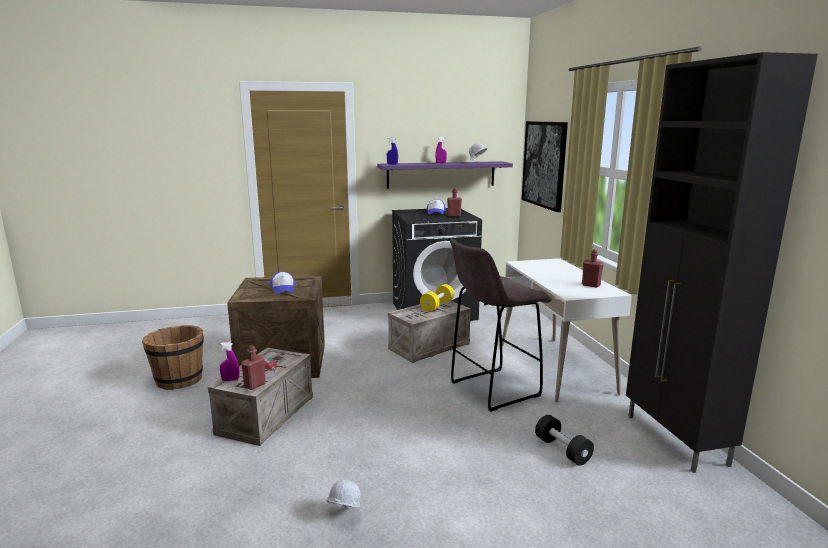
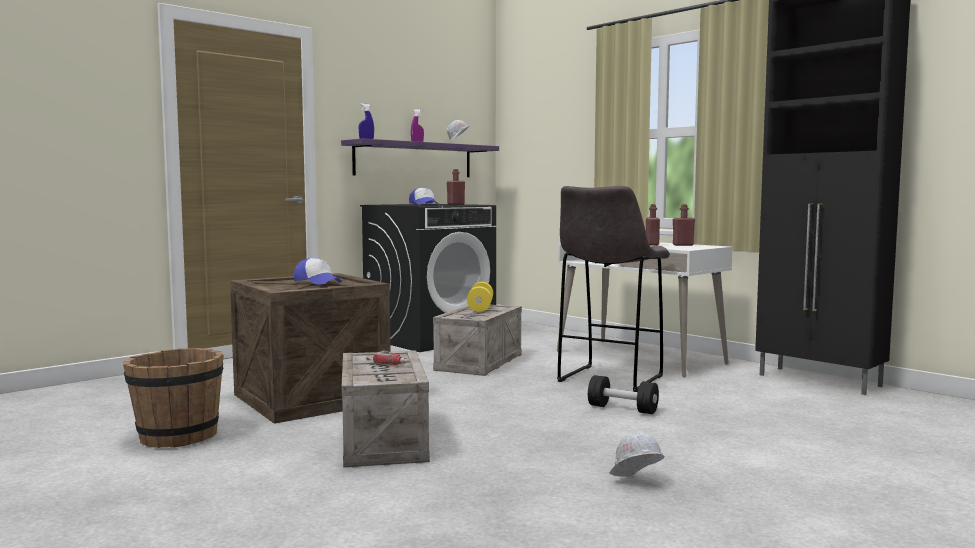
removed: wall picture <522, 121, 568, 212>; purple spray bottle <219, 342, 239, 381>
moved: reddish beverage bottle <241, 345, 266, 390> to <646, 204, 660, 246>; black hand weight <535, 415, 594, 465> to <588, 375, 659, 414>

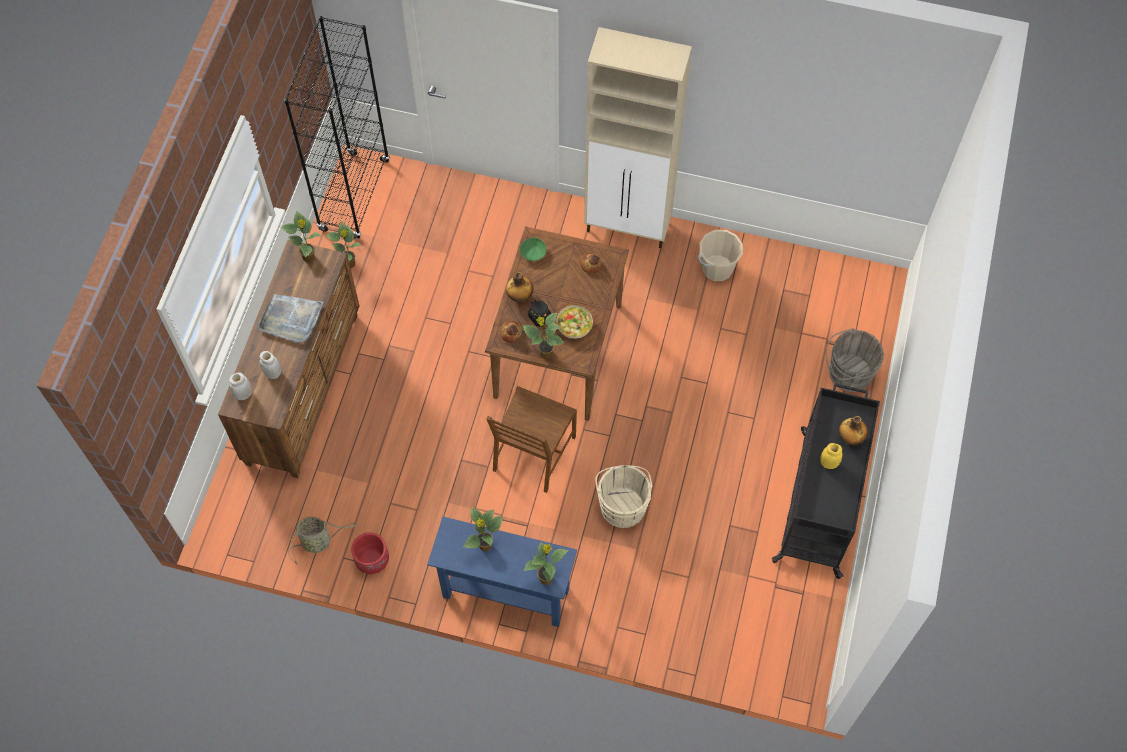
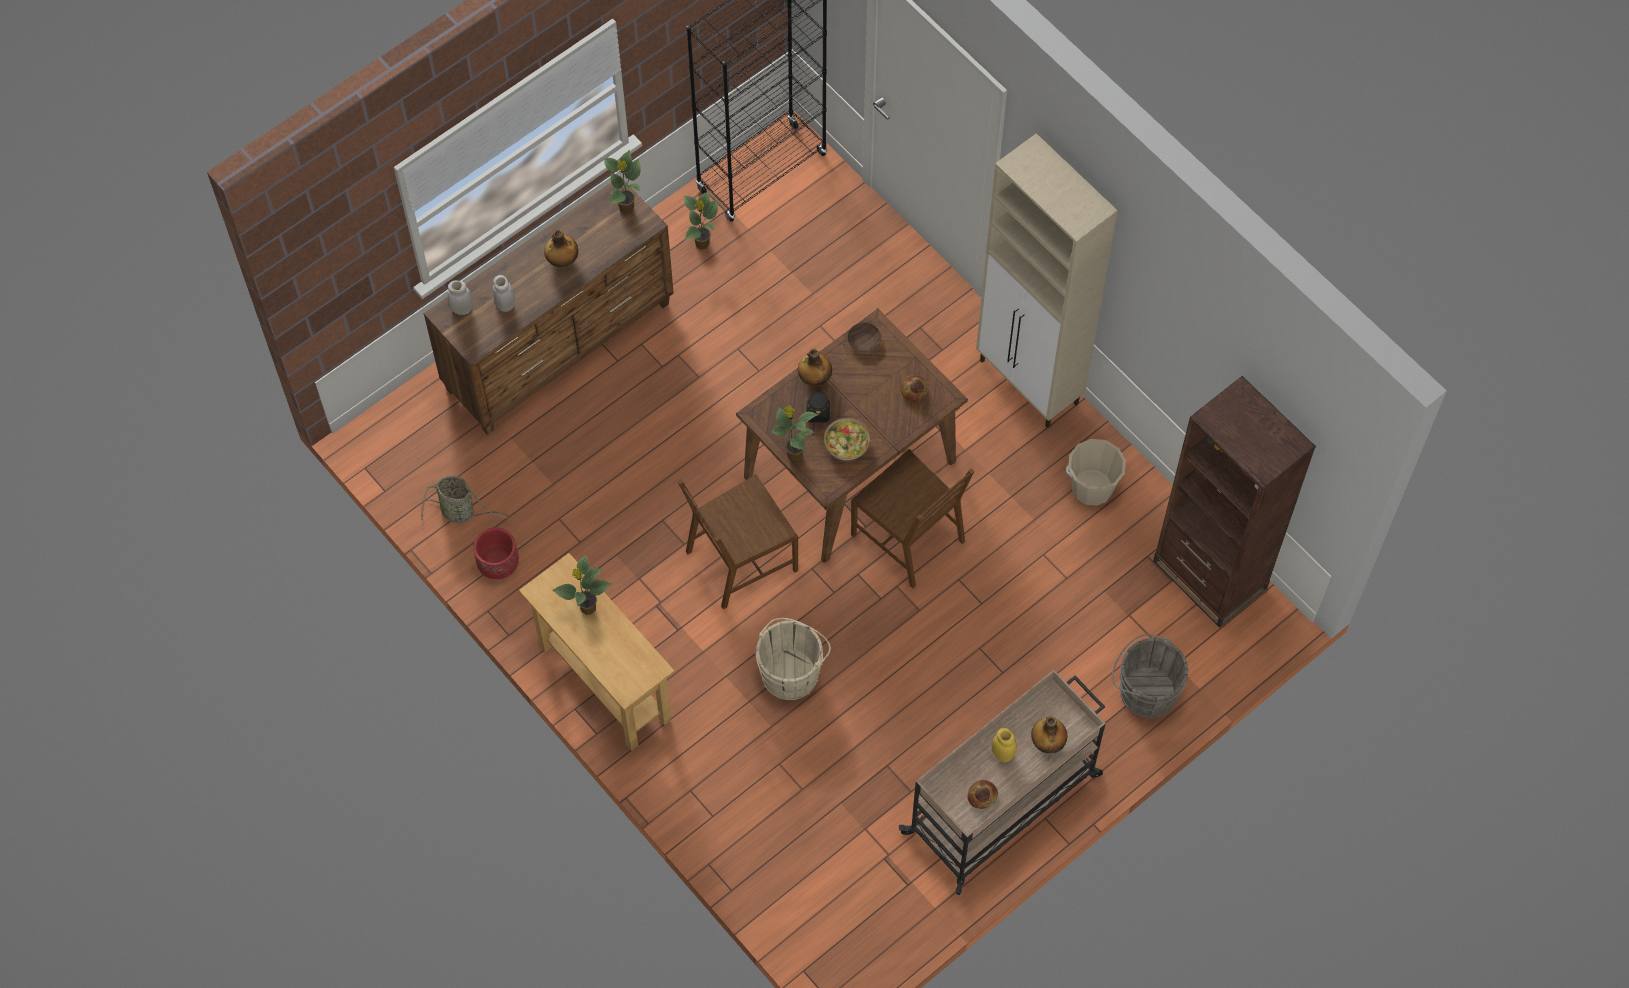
removed: plant in a pot <524, 542, 569, 585>
added: brown bookcase <1153, 376, 1316, 628>; brown chair <851, 449, 975, 588>
moved: bakery bread <500, 321, 522, 343> to <968, 780, 998, 809>
replaced: greyish serving tray <257, 294, 324, 343> to beverage bottle <544, 230, 578, 267>
recoloured: green-coloured bowl <520, 238, 547, 261> to brown bowl <847, 323, 881, 352>; black trolley <772, 383, 880, 579> to beige trolley <899, 670, 1106, 895>; blue hall table <427, 516, 577, 627> to beige hall table <519, 553, 675, 751>

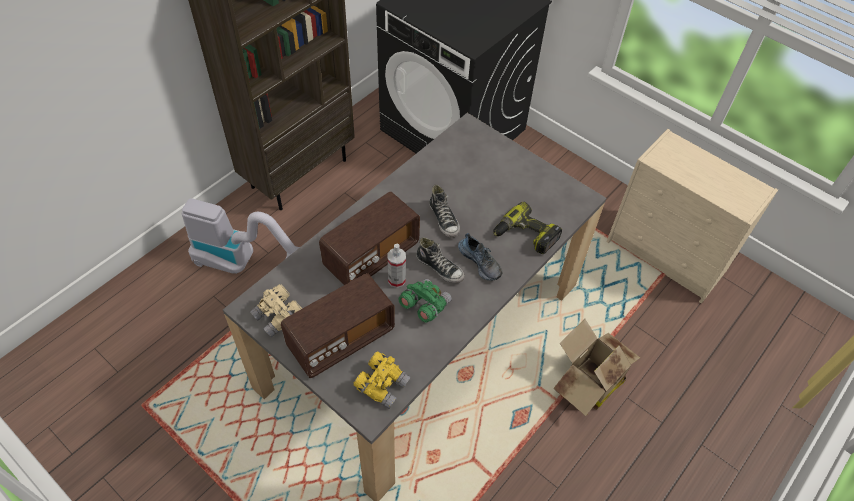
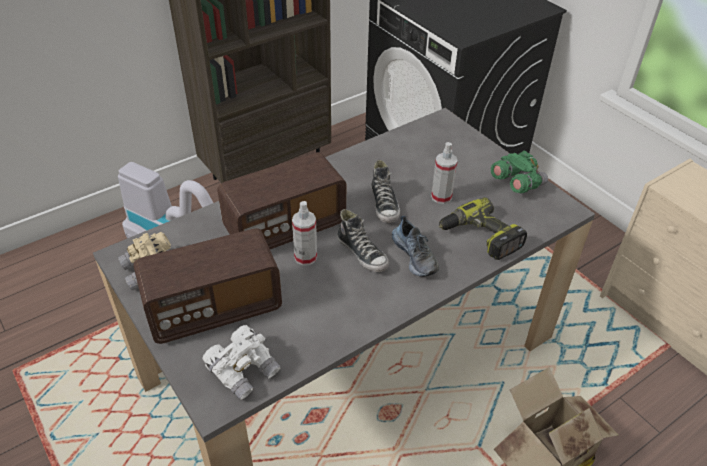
added: spray bottle <431, 142, 458, 204>
moved: green-coloured binoculars <399, 279, 452, 322> to <491, 150, 548, 193>
recoloured: yellowish binoculars <354, 352, 411, 409> to whitish binoculars <202, 325, 281, 400>

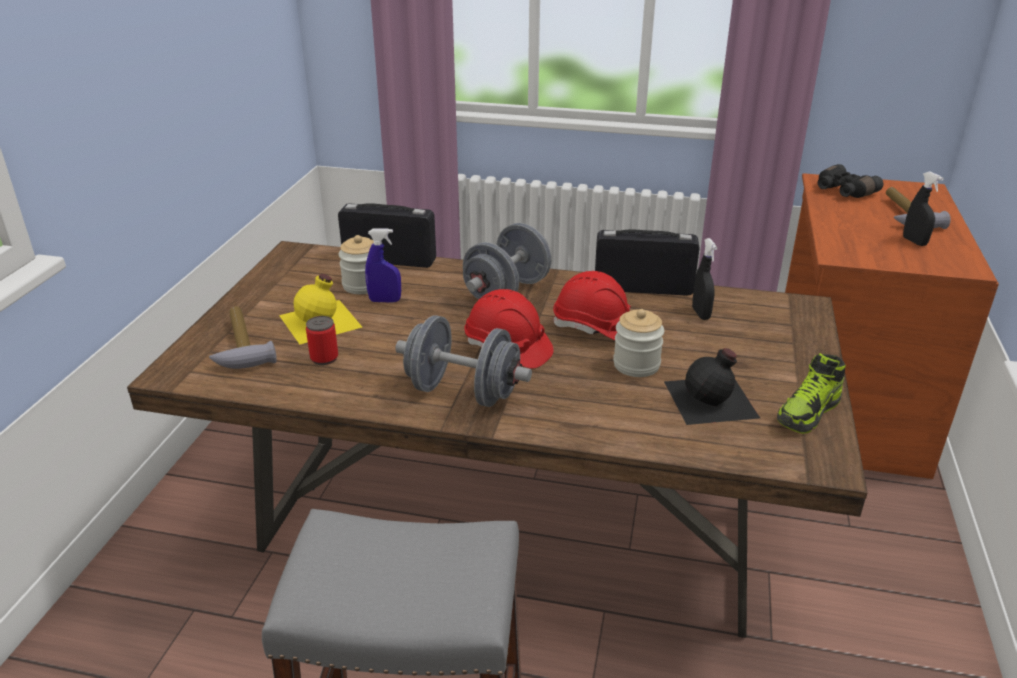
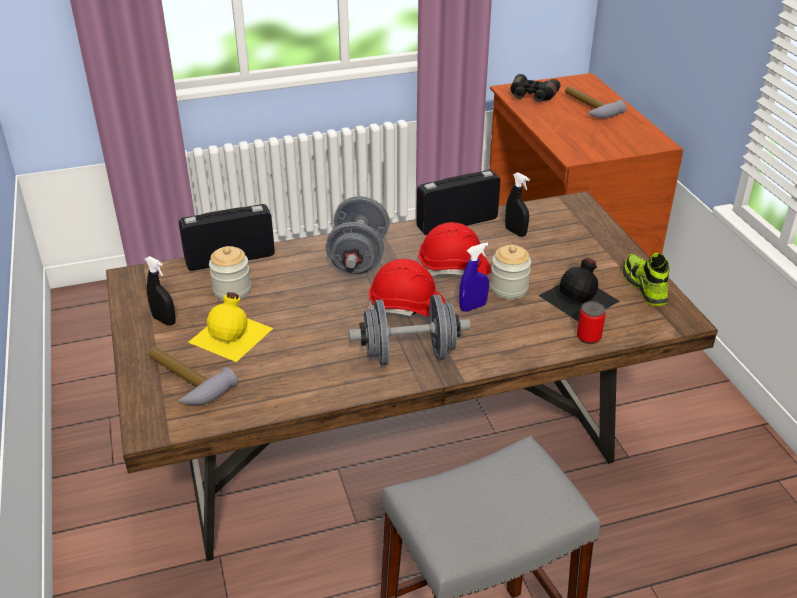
moved: black spray bottle <903, 171, 944, 246> to <145, 256, 176, 326>; blue spray bottle <365, 228, 401, 303> to <459, 243, 489, 312>; metal can <306, 316, 338, 365> to <577, 301, 606, 344>
turned: low shoe <777, 353, 846, 434> = <623, 253, 670, 306> 150 degrees clockwise

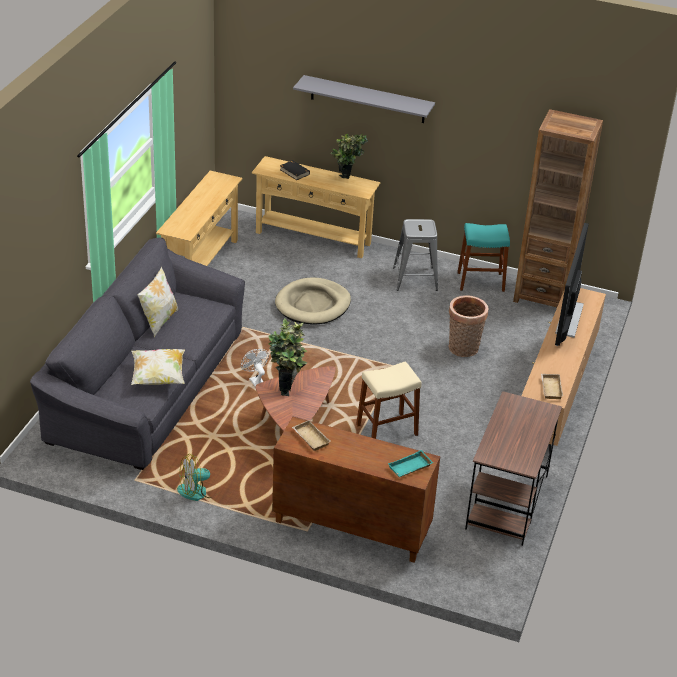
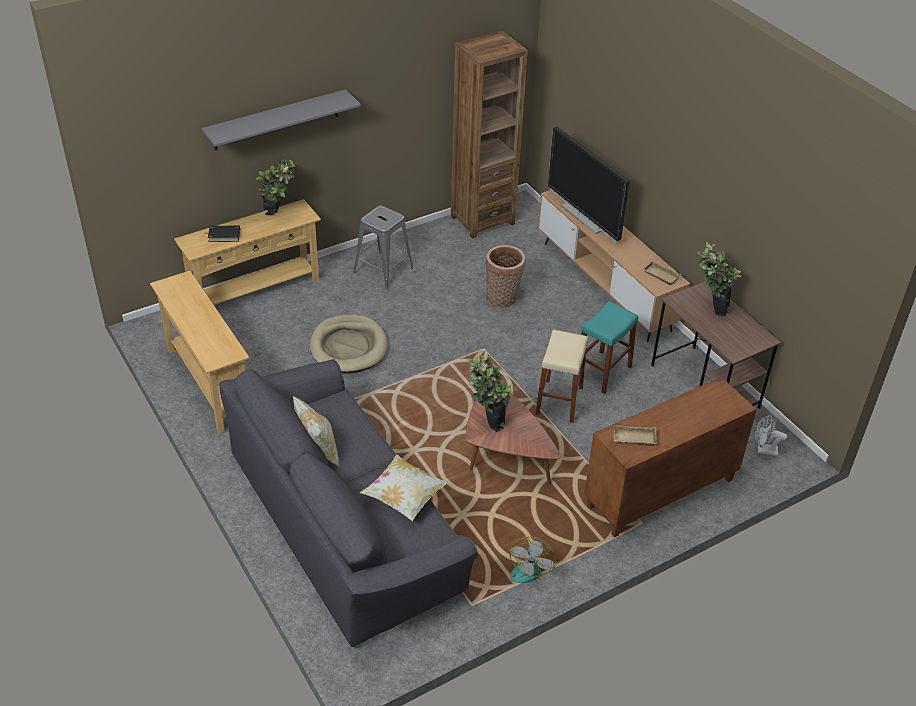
removed: turquoise serving tray <388, 450, 433, 477>
added: plant in a pot <697, 242, 741, 317>
moved: turquoise sitting stool <457, 223, 510, 292> to <581, 301, 638, 394>; whitish electric fan <241, 349, 269, 388> to <755, 415, 787, 456>

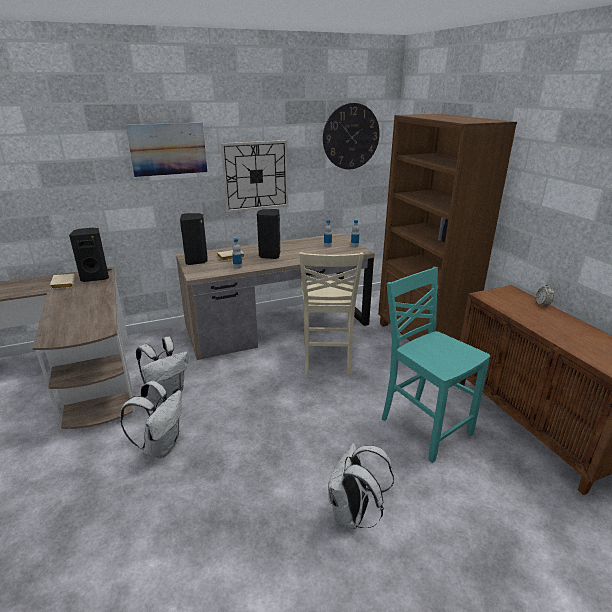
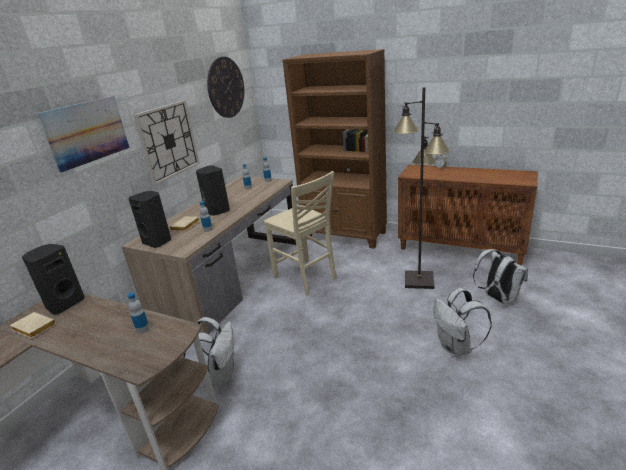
added: beverage bottle <127, 292, 150, 334>
moved: whitish backpack <120, 381, 182, 459> to <473, 249, 528, 304>
replaced: turquoise chair <382, 267, 490, 463> to black floor lamp <393, 87, 450, 289>

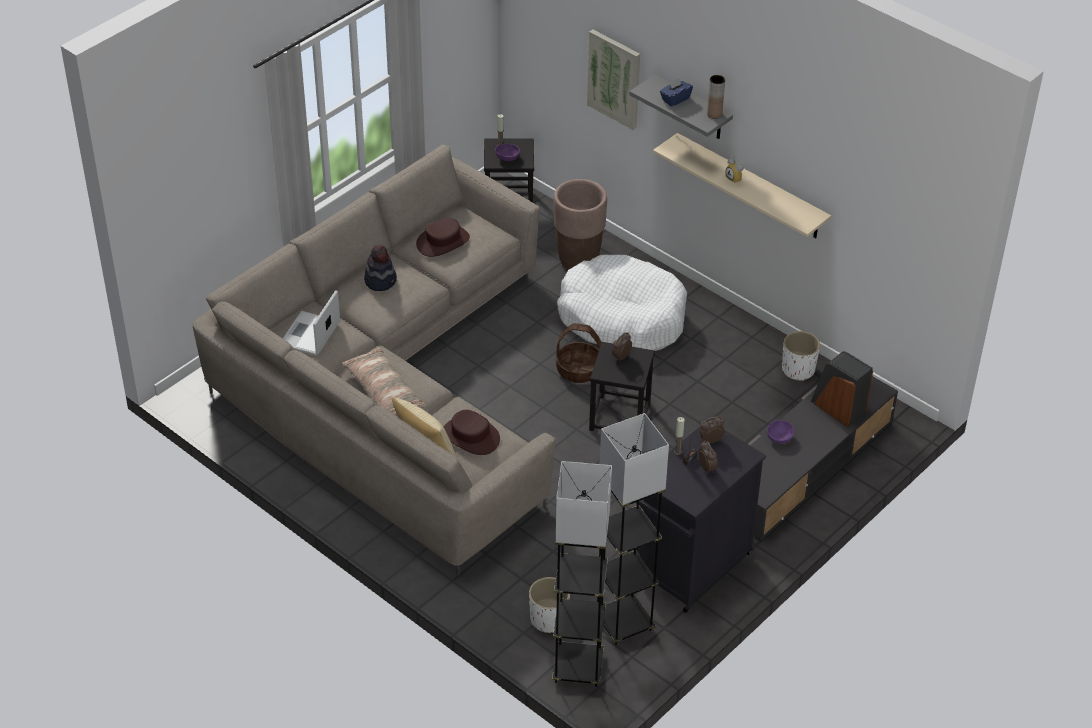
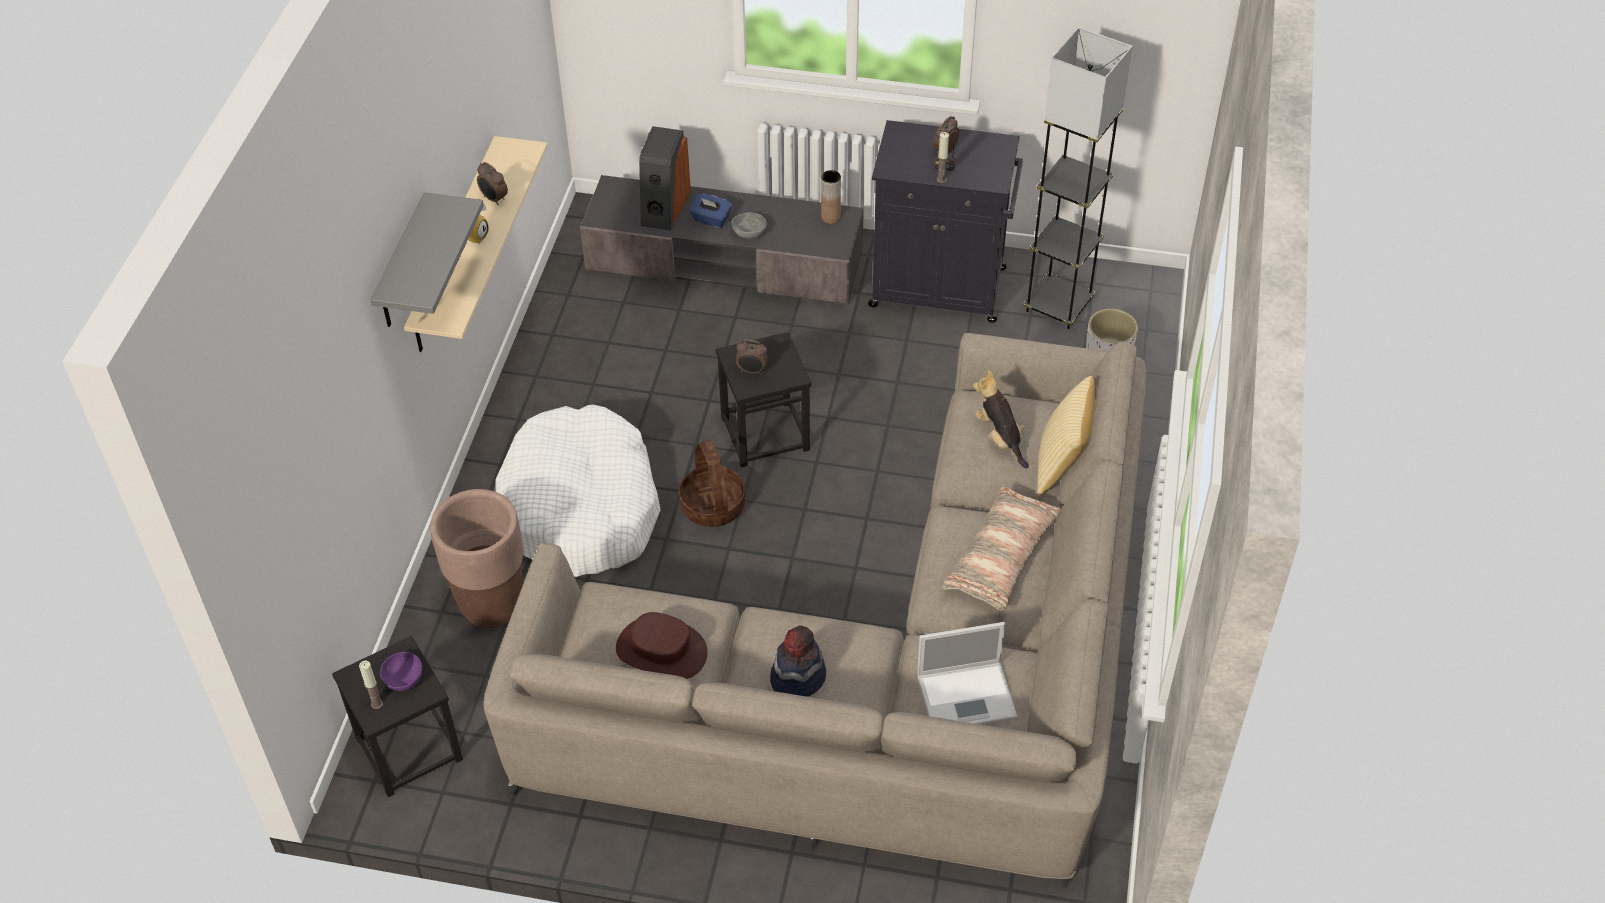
removed: wall picture <587, 29, 640, 130>; whitish planter <782, 331, 820, 381>; greyish floor lamp <552, 461, 612, 687>
moved: brown vase <707, 75, 725, 119> to <821, 170, 841, 224>; blue tissue holder <660, 78, 693, 106> to <690, 194, 732, 228>; table clock <699, 416, 725, 443> to <477, 162, 508, 205>
replaced: brown clothing hat <444, 410, 500, 455> to plush toy <973, 369, 1029, 469>
recoloured: purple bowl <767, 420, 794, 444> to greyish bowl <731, 212, 766, 238>

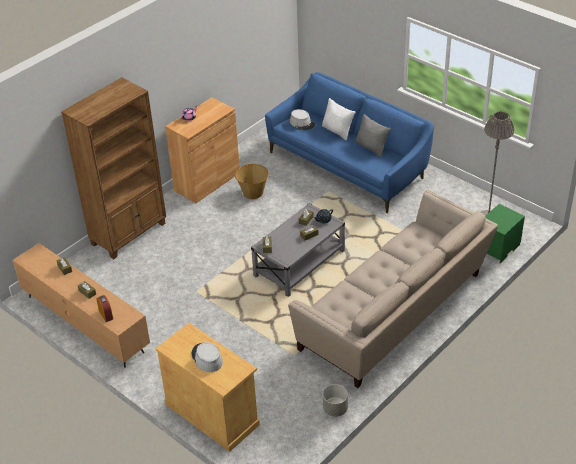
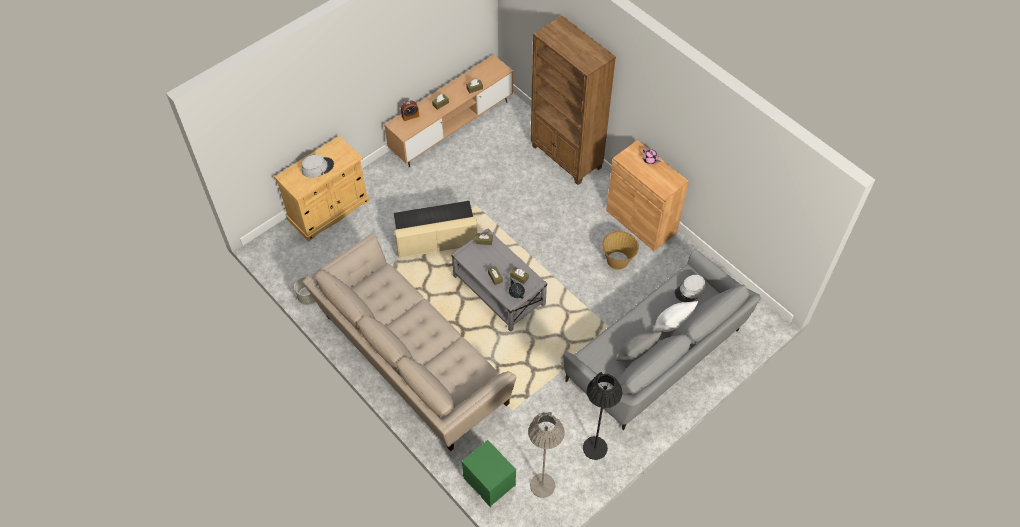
added: beige pouffe <393, 201, 477, 258>; black floor lamp <583, 372, 623, 460>
recoloured: blue sofa <265, 72, 434, 213> to greyish sofa <564, 249, 761, 430>

